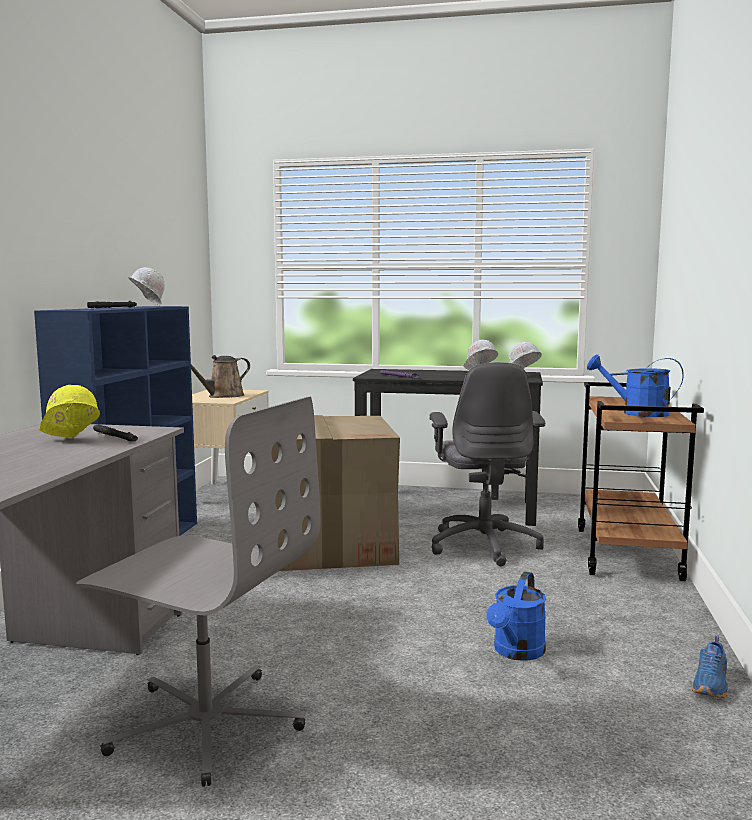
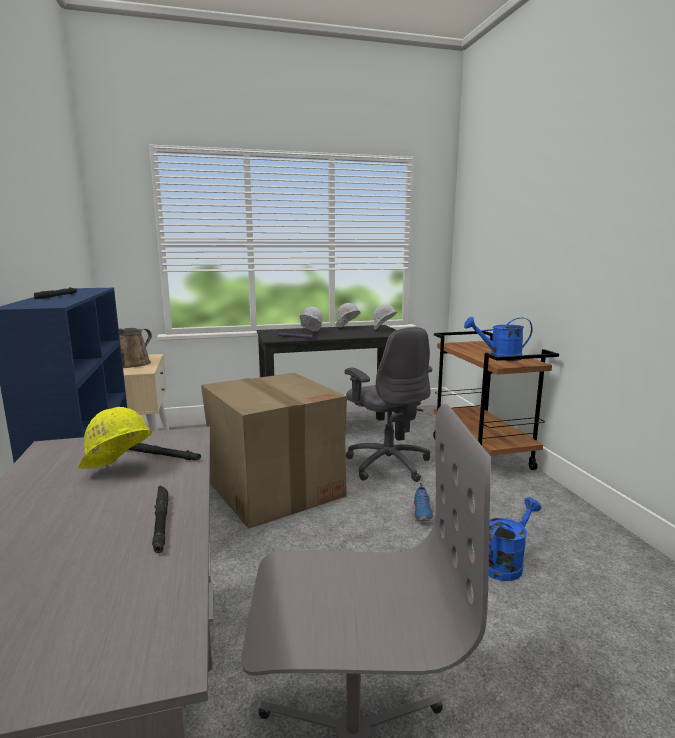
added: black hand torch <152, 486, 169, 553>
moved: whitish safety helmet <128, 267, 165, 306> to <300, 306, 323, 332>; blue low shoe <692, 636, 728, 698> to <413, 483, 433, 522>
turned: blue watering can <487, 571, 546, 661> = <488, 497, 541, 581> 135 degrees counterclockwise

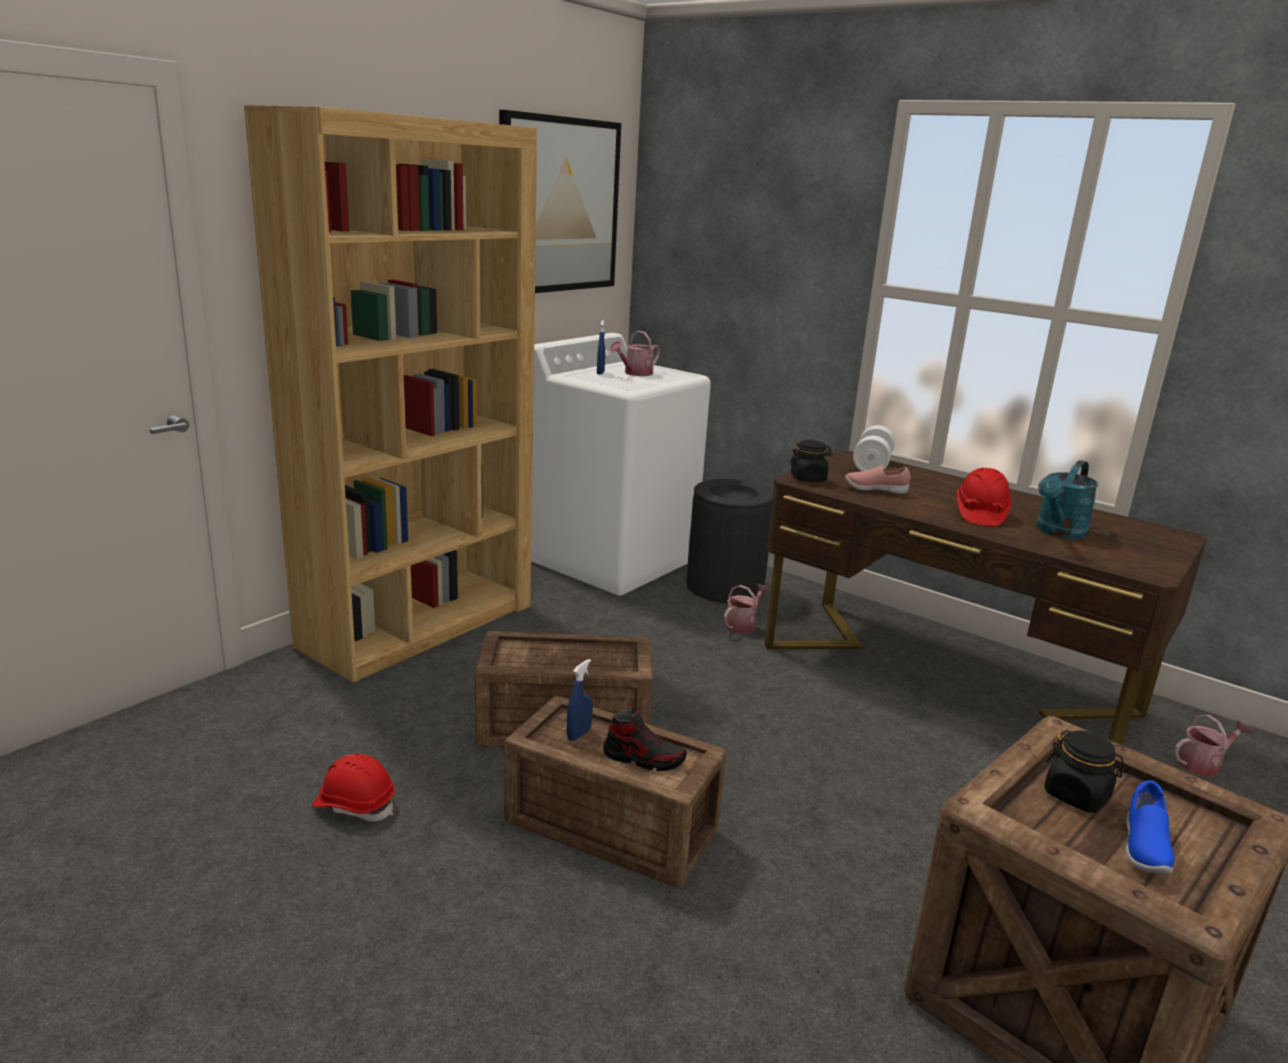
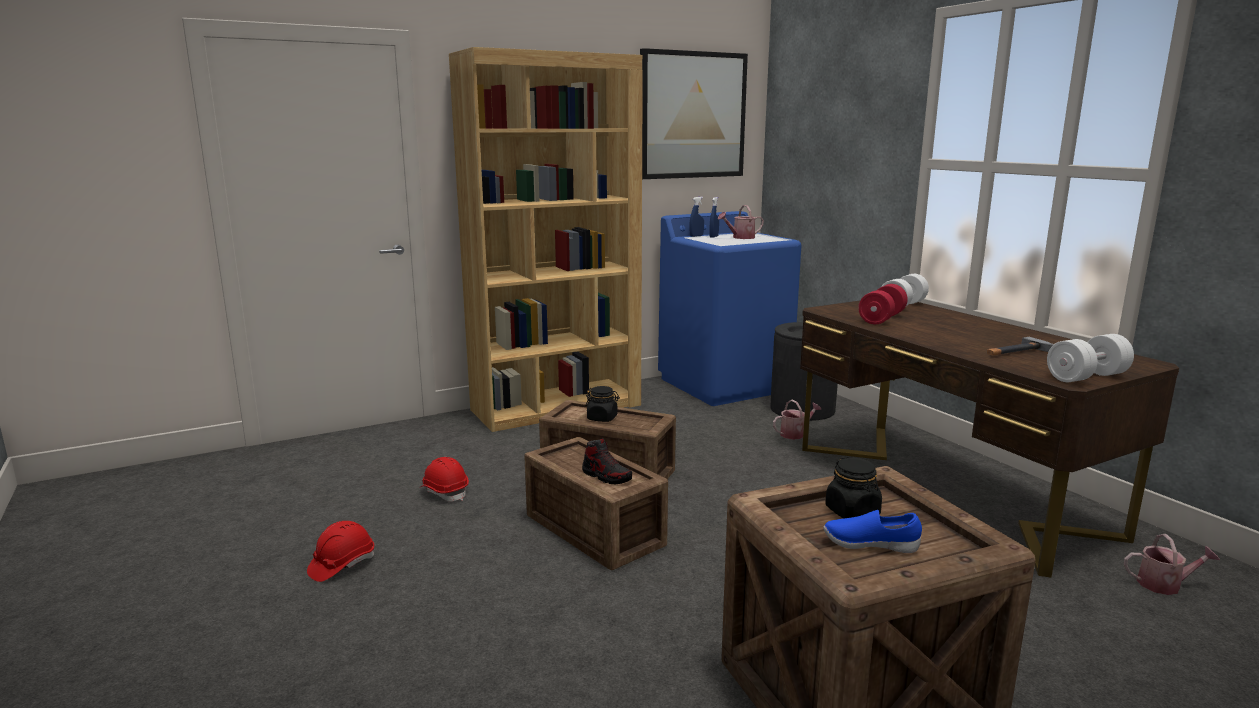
added: whitish hand weight <1047, 334, 1134, 382>
moved: black jar <790, 440, 833, 482> to <585, 386, 620, 422>; reddish safety helmet <957, 468, 1012, 526> to <307, 521, 374, 582>; blue spray bottle <567, 659, 593, 741> to <689, 197, 704, 237>
replaced: turquoise watering can <1036, 460, 1099, 539> to tool hammer <986, 337, 1054, 355>; pinkish low shoe <845, 465, 911, 494> to reddish hand weight <858, 284, 908, 324>
recoloured: whitish laundry machine <531, 333, 711, 595> to blue laundry machine <658, 211, 801, 406>
turned: blue low shoe <1125, 780, 1174, 875> = <823, 510, 922, 553> 60 degrees clockwise

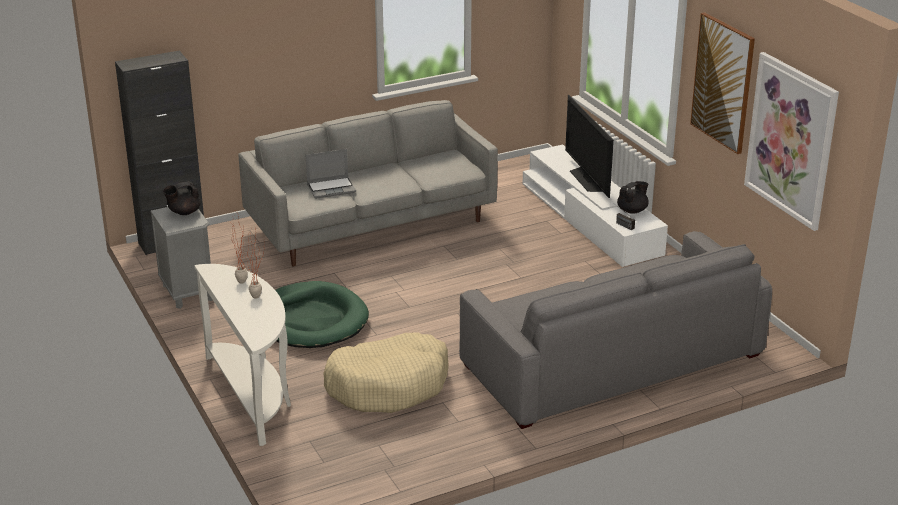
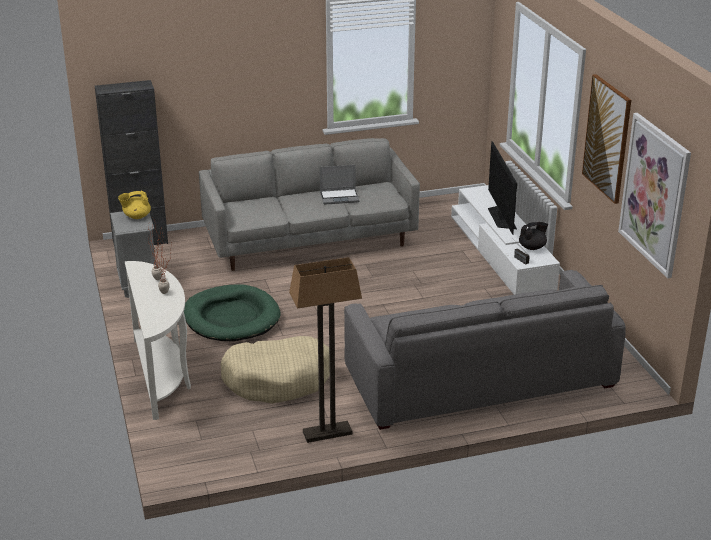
added: floor lamp <289, 257, 362, 443>
moved: laptop <306, 149, 356, 199> to <320, 165, 359, 205>
recoloured: black pot for tea <163, 181, 201, 215> to yellowish pot for tea <118, 191, 151, 219>

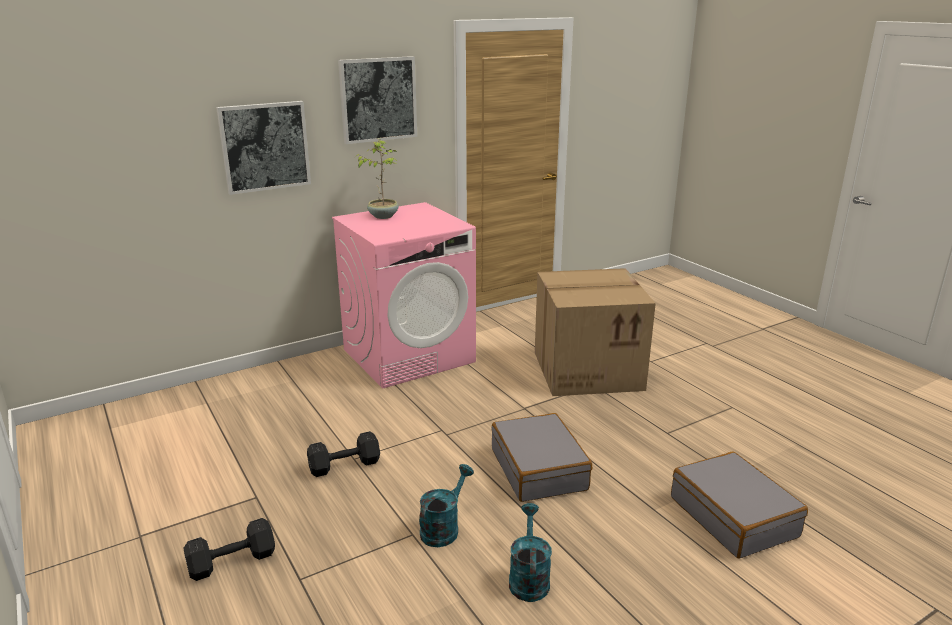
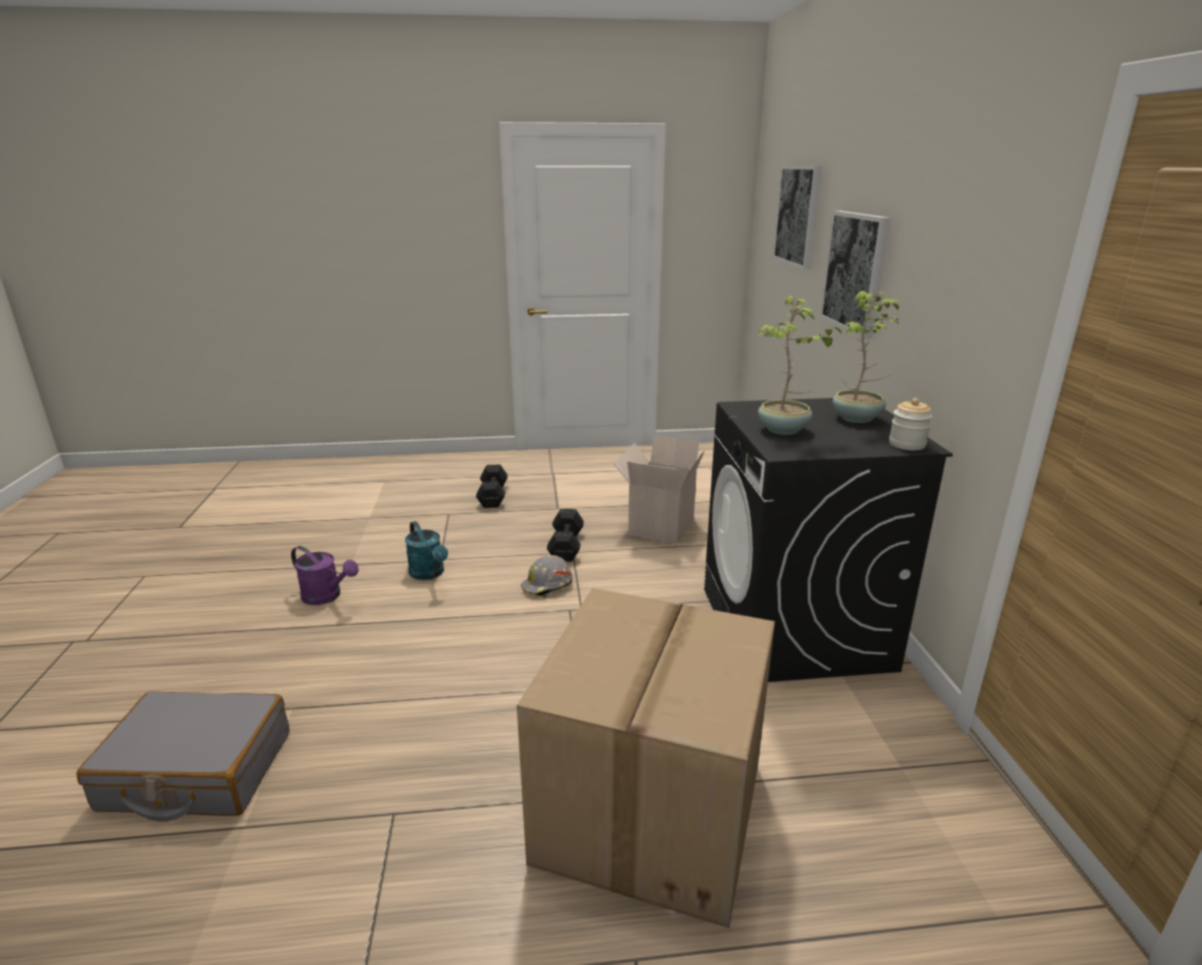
removed: greyish travel case <491, 413, 592, 502>
added: plant in a pot <756, 296, 842, 435>; jar <889, 398, 932, 450>; carton <613, 435, 706, 544>; greyish safety helmet <521, 555, 573, 598>
moved: wall picture <338, 56, 417, 144> to <773, 166, 823, 270>
recoloured: pinkish laundry machine <332, 202, 476, 388> to black laundry machine <704, 398, 953, 682>; turquoise watering can <509, 503, 552, 602> to purple watering can <291, 546, 359, 605>

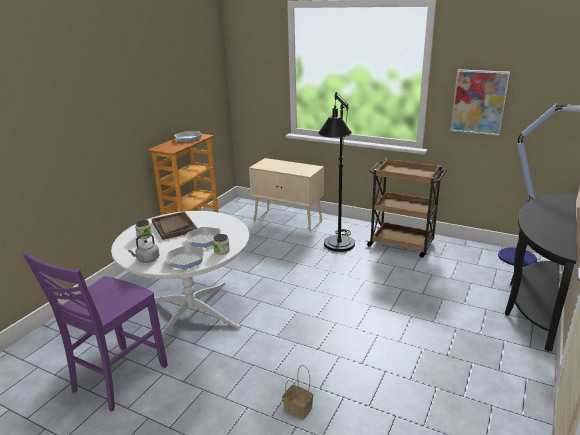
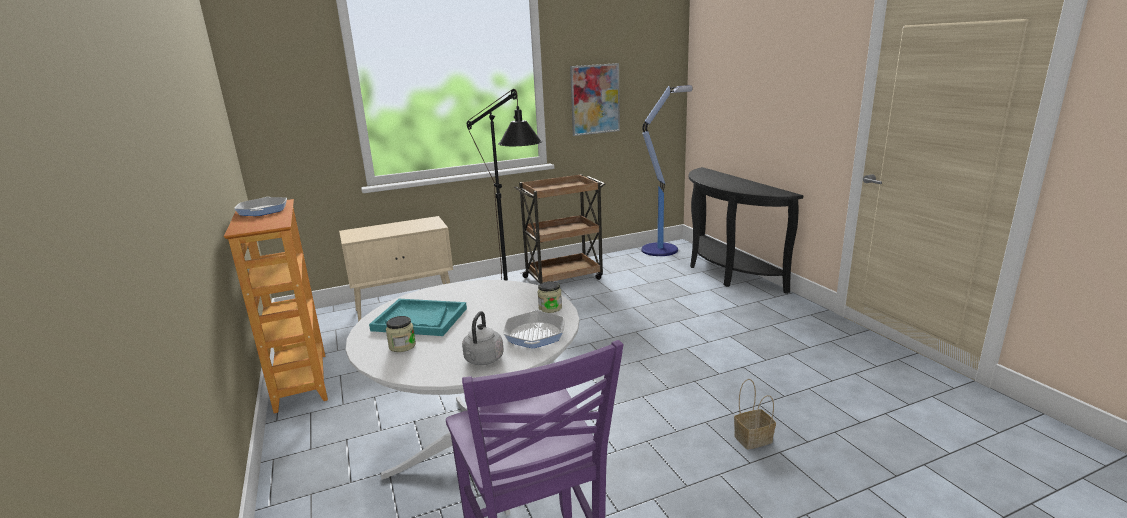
removed: skillet <185, 227, 222, 248>
recoloured: brown serving tray <152, 211, 197, 240> to turquoise serving tray <369, 299, 467, 336>

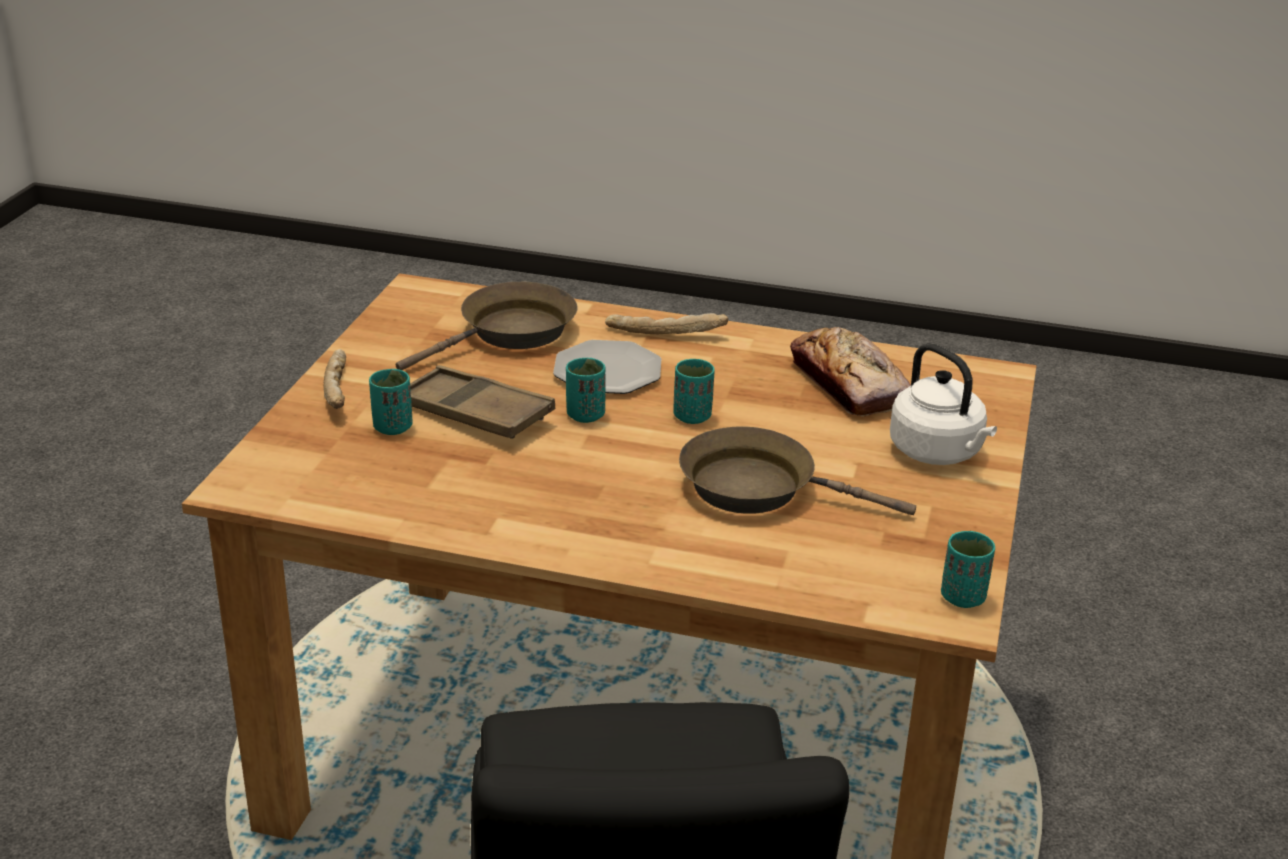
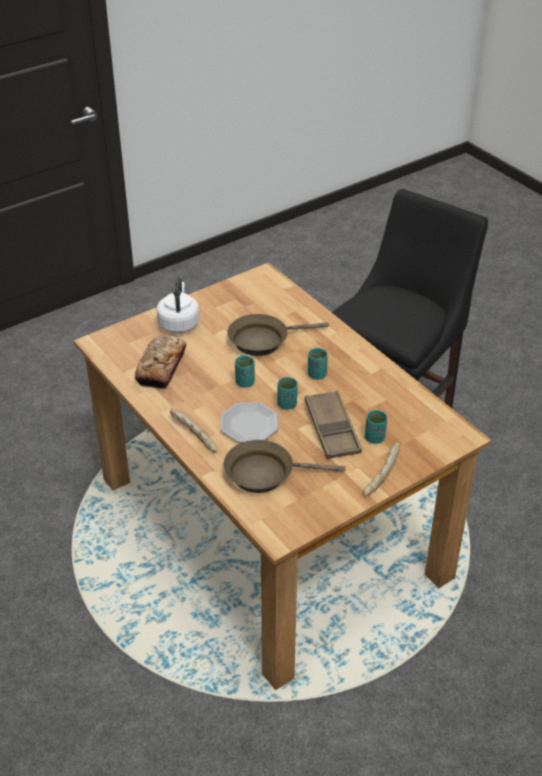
moved: turquoise drinking cup <941, 531, 995, 608> to <308, 348, 328, 380>
turned: brown skillet <679, 426, 916, 515> = <227, 314, 329, 356> 105 degrees clockwise

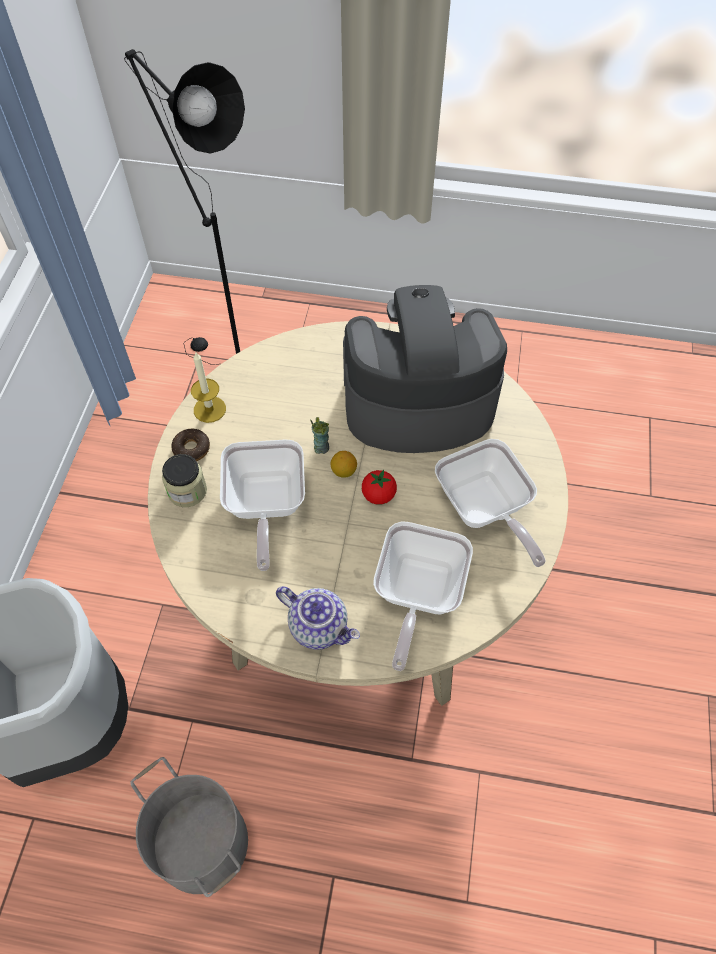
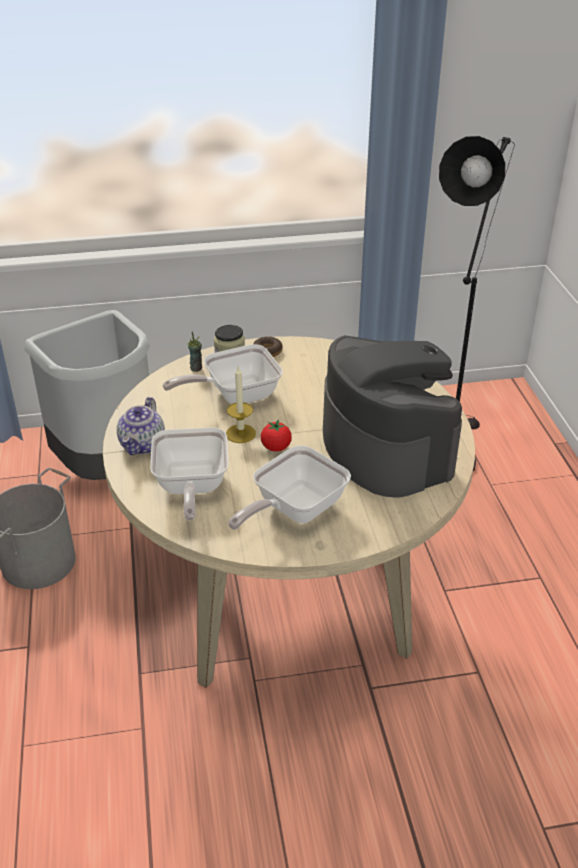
removed: whole lemon <330, 451, 357, 478>
moved: candle <191, 351, 226, 423> to <226, 367, 256, 443>; drinking cup <310, 417, 329, 454> to <187, 332, 202, 372>
turned: skillet <373, 521, 473, 671> = <150, 427, 229, 521> 90 degrees counterclockwise

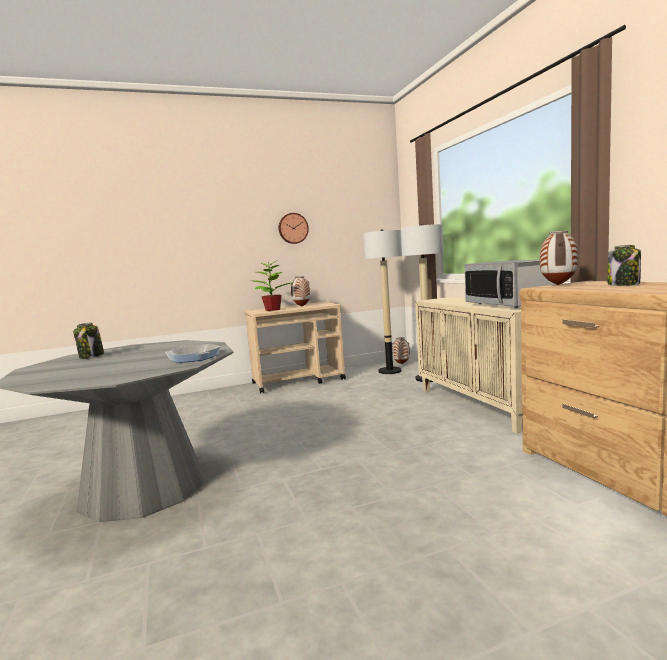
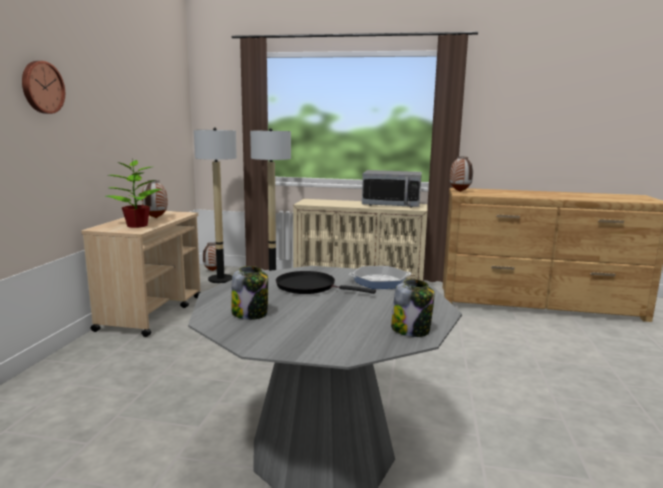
added: black skillet <276, 271, 376, 294>
moved: wall clock <278, 213, 309, 244> to <22, 61, 65, 114>; jar <608, 245, 641, 286> to <391, 279, 434, 337>

